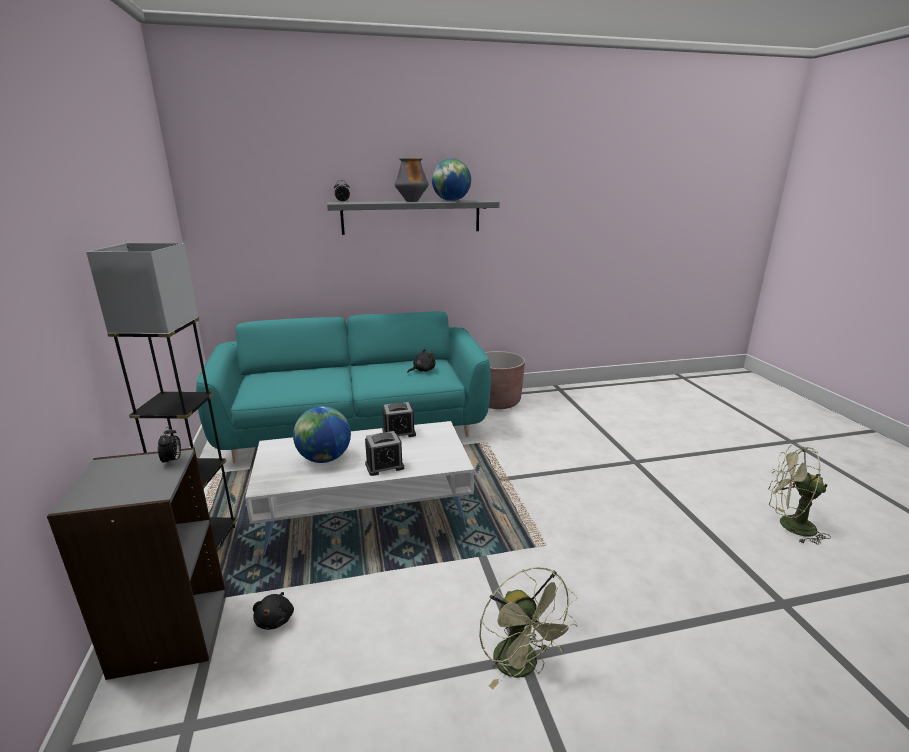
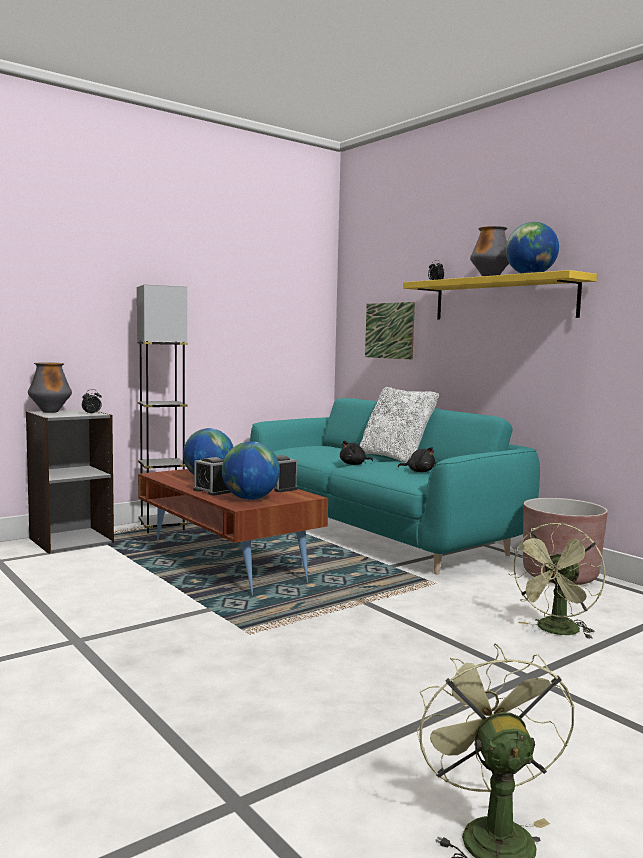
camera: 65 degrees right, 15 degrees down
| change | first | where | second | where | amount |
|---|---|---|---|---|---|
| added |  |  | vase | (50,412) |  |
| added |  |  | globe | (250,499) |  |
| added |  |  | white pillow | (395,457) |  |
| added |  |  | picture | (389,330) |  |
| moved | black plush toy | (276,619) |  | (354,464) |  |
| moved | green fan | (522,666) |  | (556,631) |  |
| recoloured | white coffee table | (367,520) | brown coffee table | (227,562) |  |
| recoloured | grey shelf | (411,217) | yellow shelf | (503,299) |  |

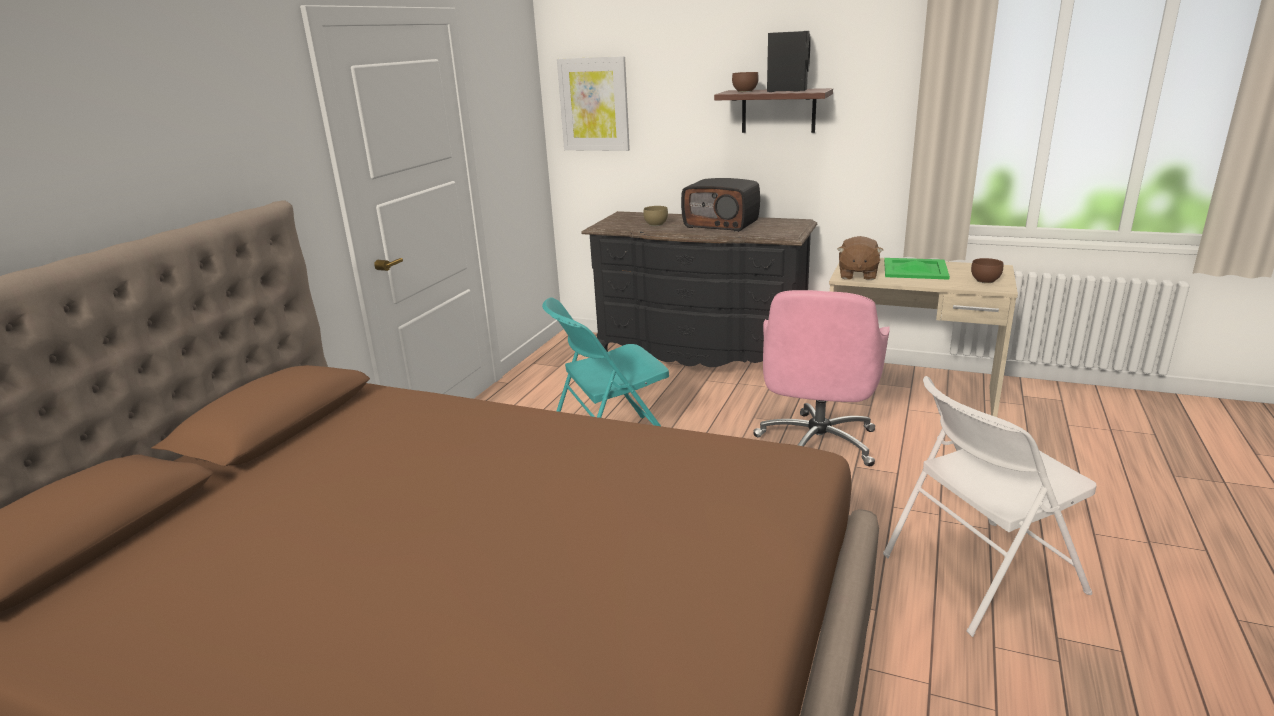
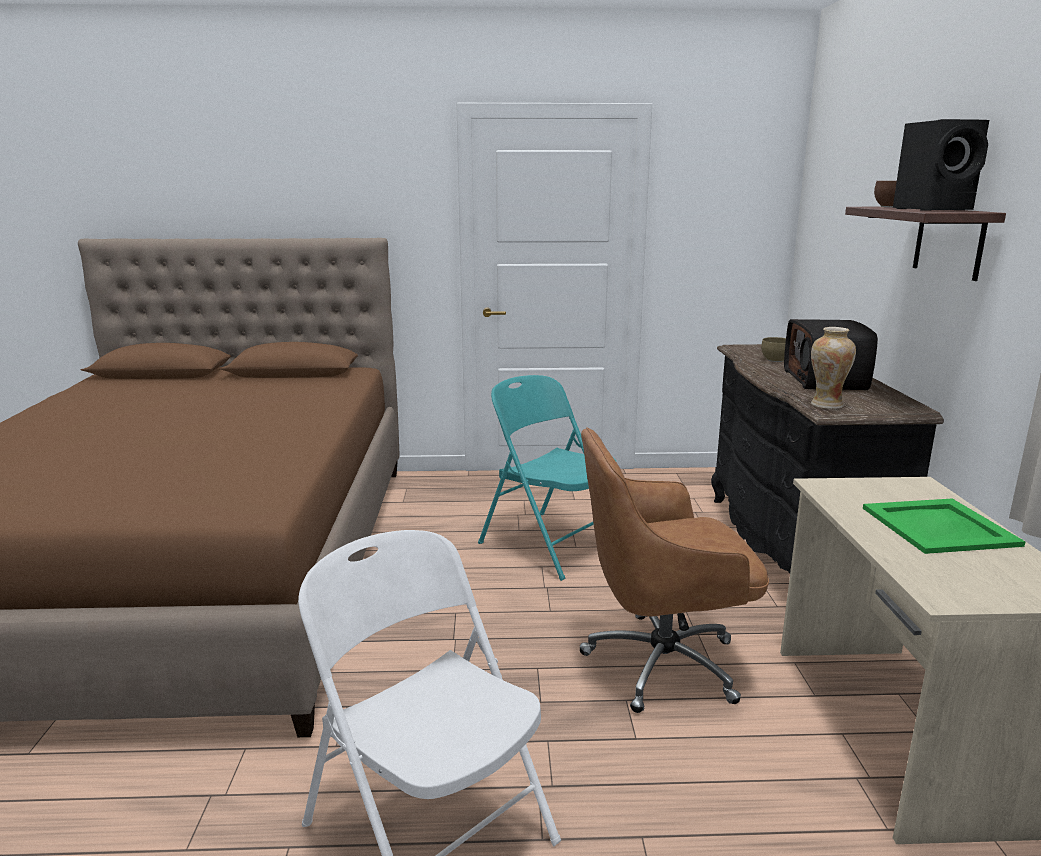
camera: 65 degrees right, 5 degrees down
| change | first | where | second | where | amount |
|---|---|---|---|---|---|
| removed | picture | (594,104) |  |  |  |
| removed | brown plush toy | (857,275) |  |  |  |
| removed | brown bowl | (986,281) |  |  |  |
| added |  |  | vase | (826,405) |  |
| recoloured | pink office chair | (817,443) | brown office chair | (661,662) |  |

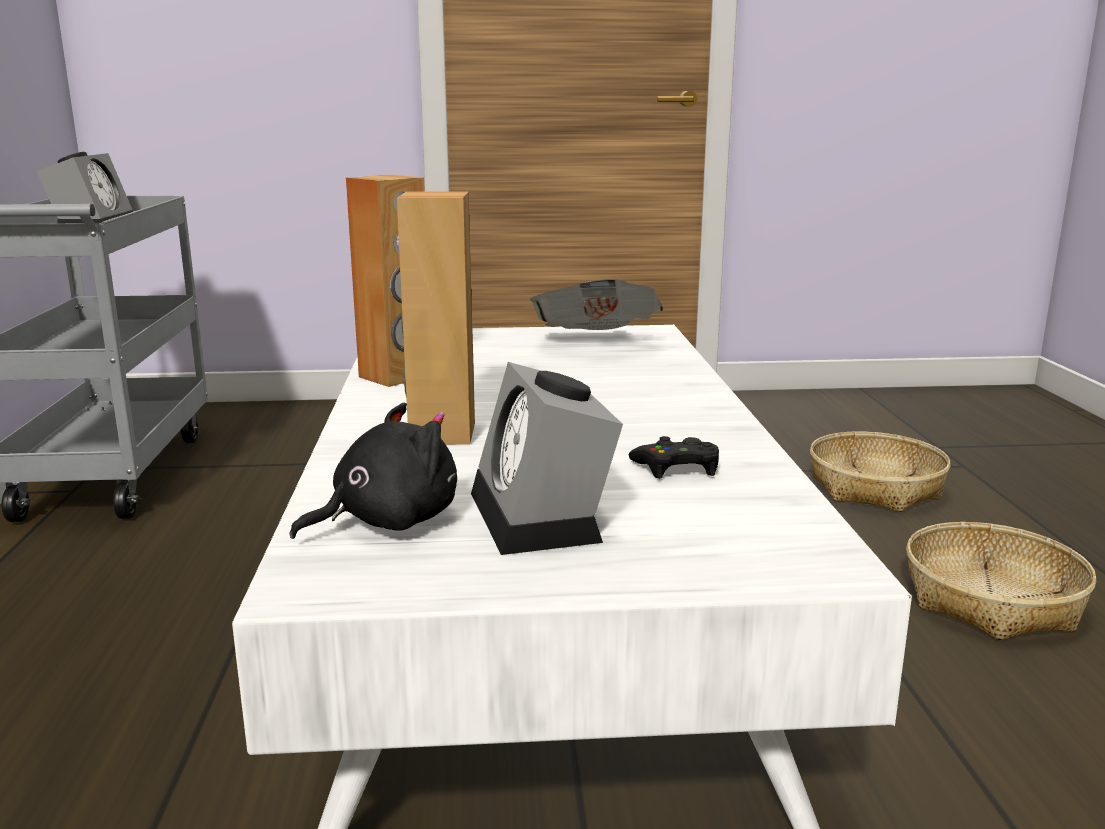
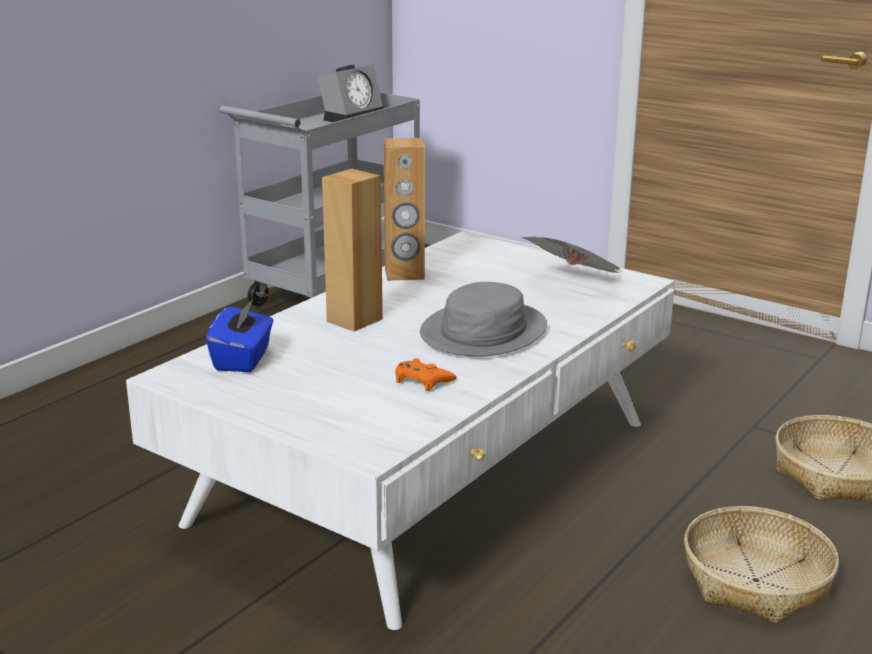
camera: 40 degrees right, 5 degrees up
| change | first | where | second | where | amount |
|---|---|---|---|---|---|
| removed | alarm clock | (543,517) |  |  |  |
| added |  |  | grey hat | (484,331) |  |
| replaced | black plush toy | (387,522) | blue tissue box | (243,359) |  |
| recoloured | black game controller | (677,468) | orange game controller | (422,381) |  |

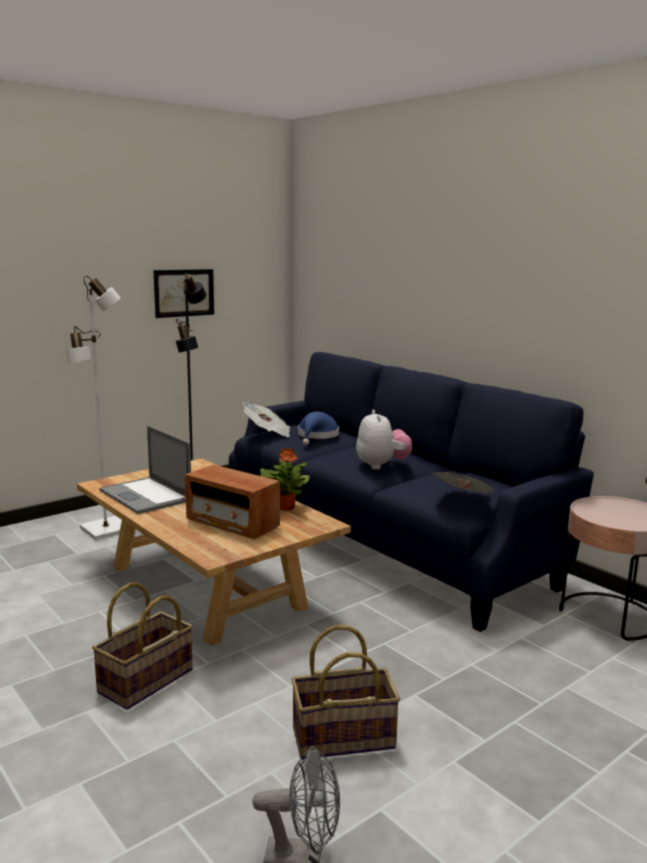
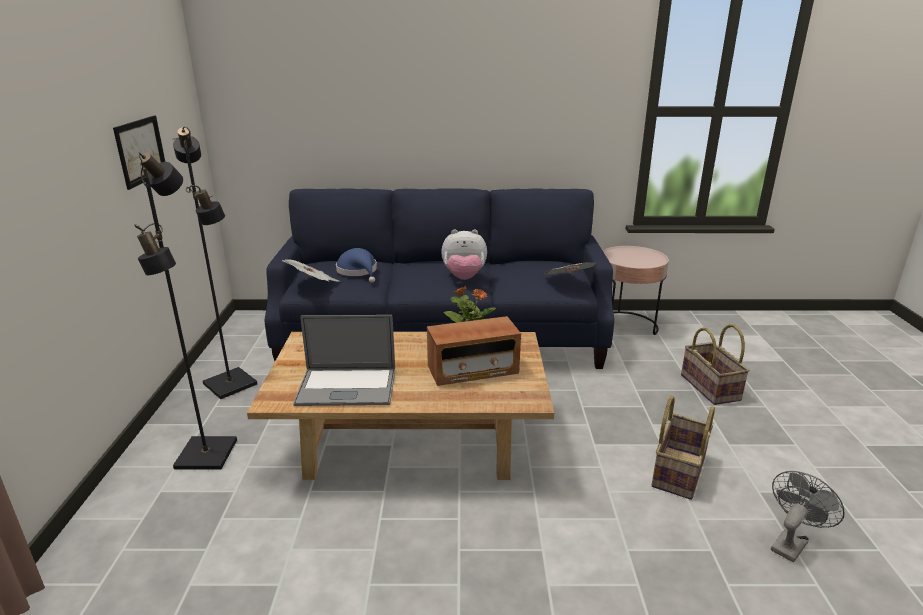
camera: 50 degrees left, 10 degrees up
| change | first | where | second | where | amount |
|---|---|---|---|---|---|
| moved | basket | (146,682) |  | (711,387) |  |
| recoloured | white floor lamp | (105,529) | black floor lamp | (206,454) |  |
| turned | plush toy | (382,466) |  | (464,278) | 150 degrees clockwise |

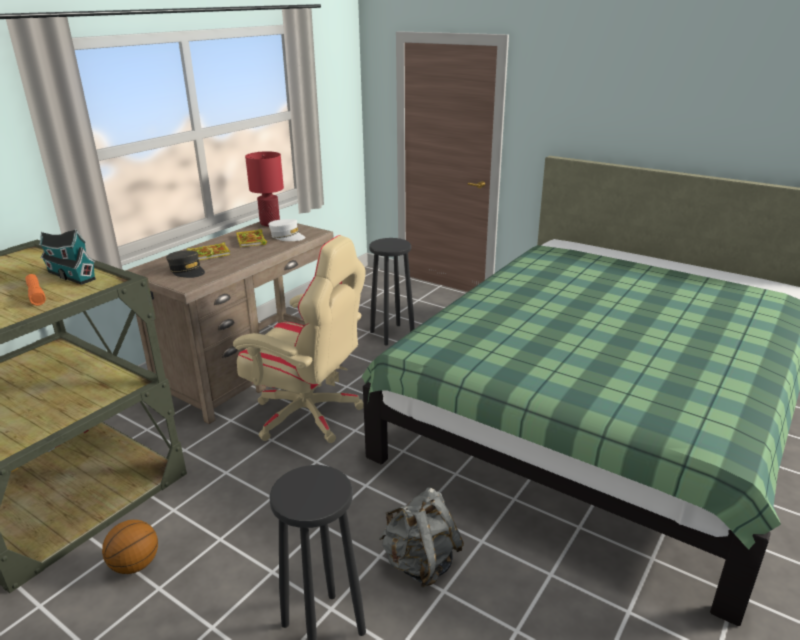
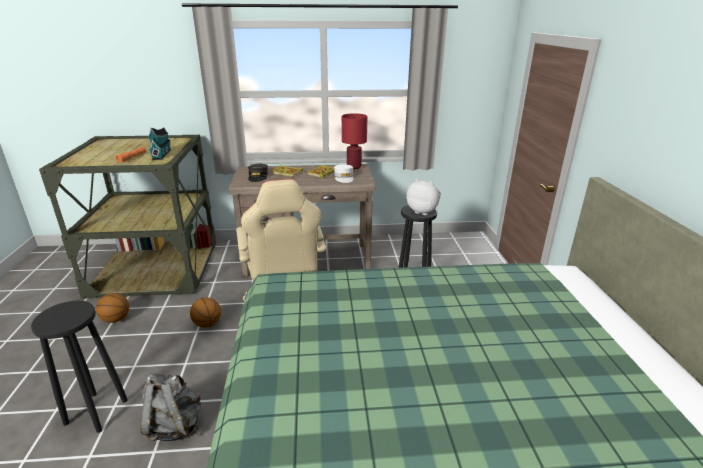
camera: 50 degrees right, 0 degrees up
| change | first | where | second | where | amount |
|---|---|---|---|---|---|
| added |  |  | basketball | (207,324) |  |
| added |  |  | plush toy | (423,211) |  |

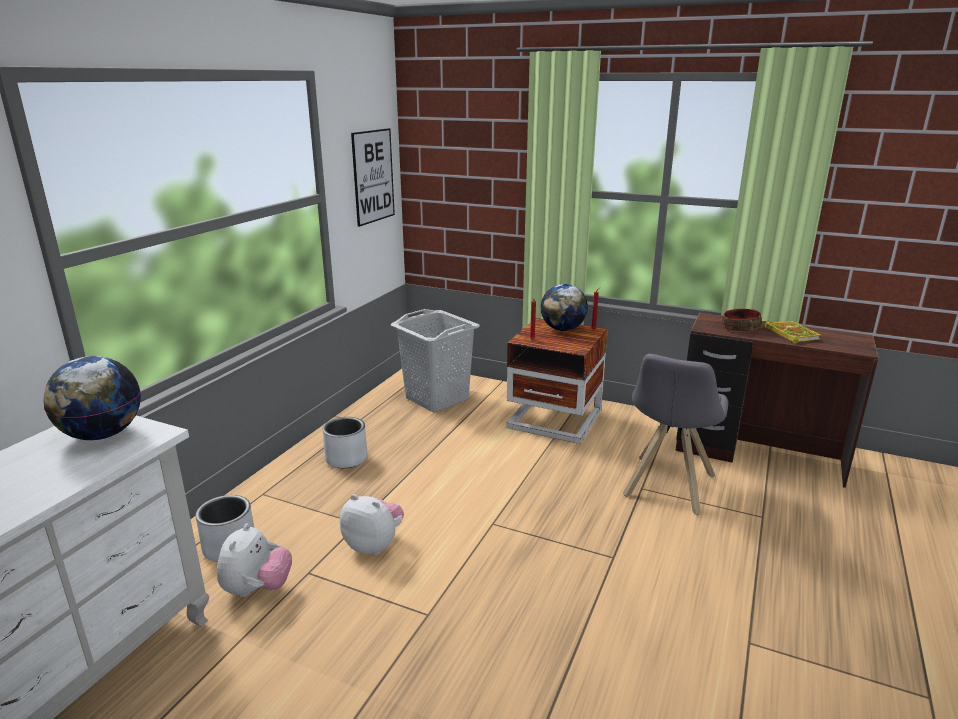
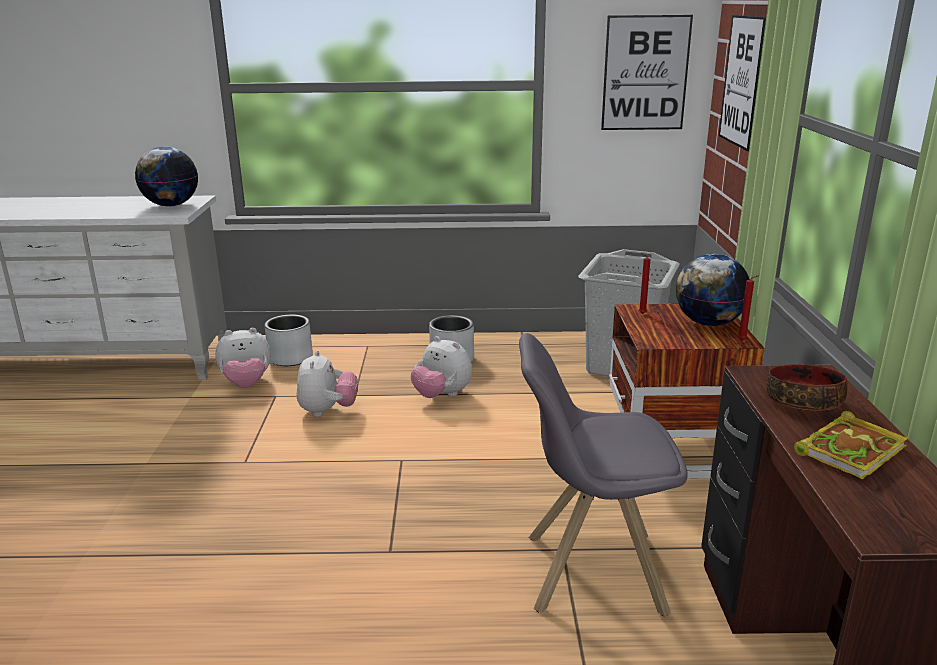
camera: 65 degrees right, 0 degrees up
| change | first | where | second | where | amount |
|---|---|---|---|---|---|
| added |  |  | plush toy | (442,395) |  |
| added |  |  | picture | (742,81) |  |

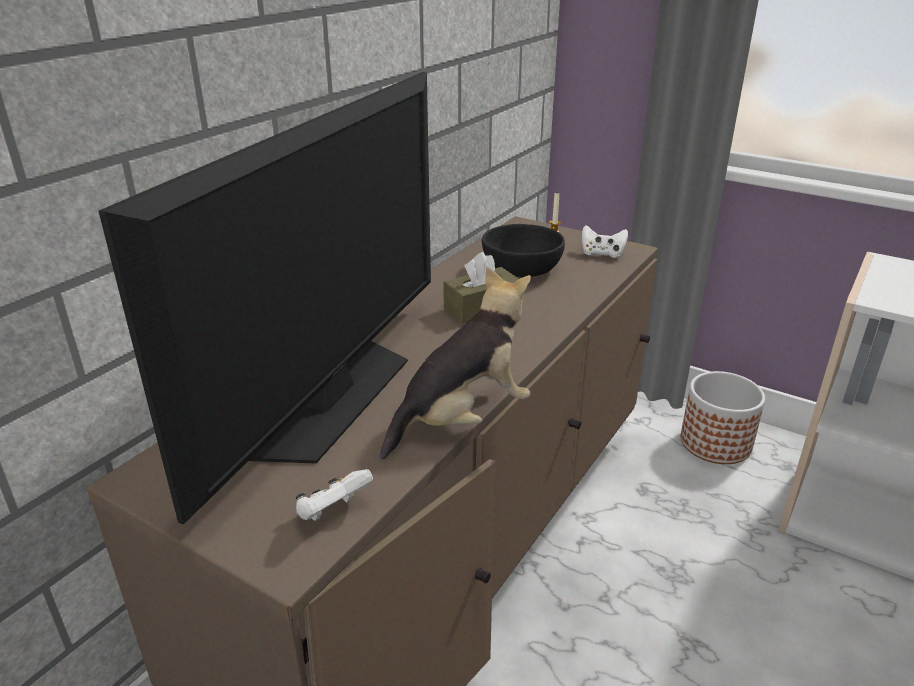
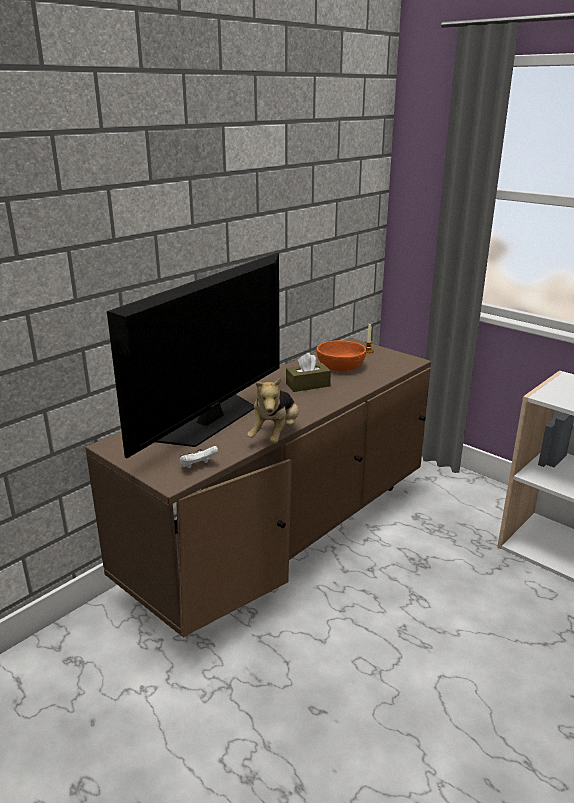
camera: 10 degrees right, 5 degrees down
| change | first | where | second | where | amount |
|---|---|---|---|---|---|
| removed | white game controller | (602,254) |  |  |  |
| removed | planter | (715,443) |  |  |  |
| recoloured | black bowl | (521,268) | orange bowl | (340,366) |  |
| turned | plush toy | (462,418) |  | (275,435) | 135 degrees clockwise |

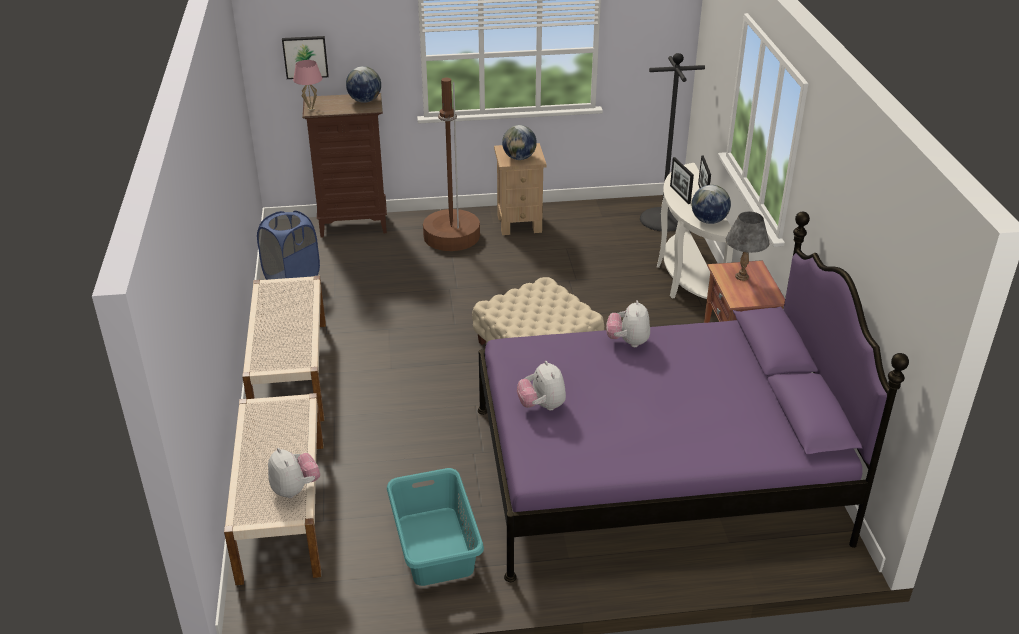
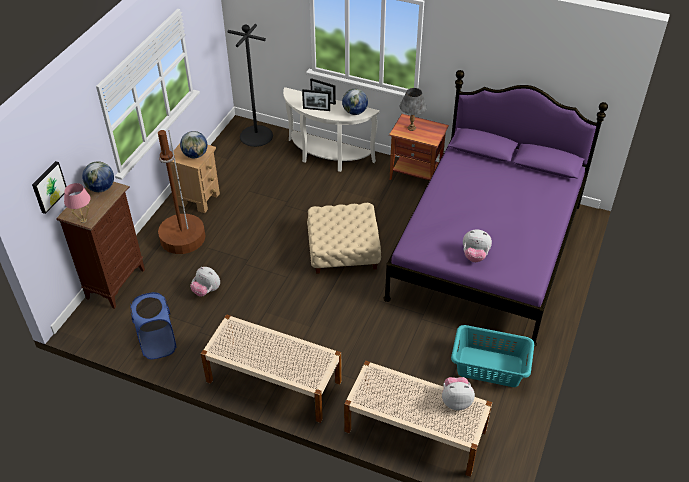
camera: 60 degrees left, 10 degrees up
| change | first | where | second | where | amount |
|---|---|---|---|---|---|
| moved | plush toy | (628,342) |  | (206,291) |  |

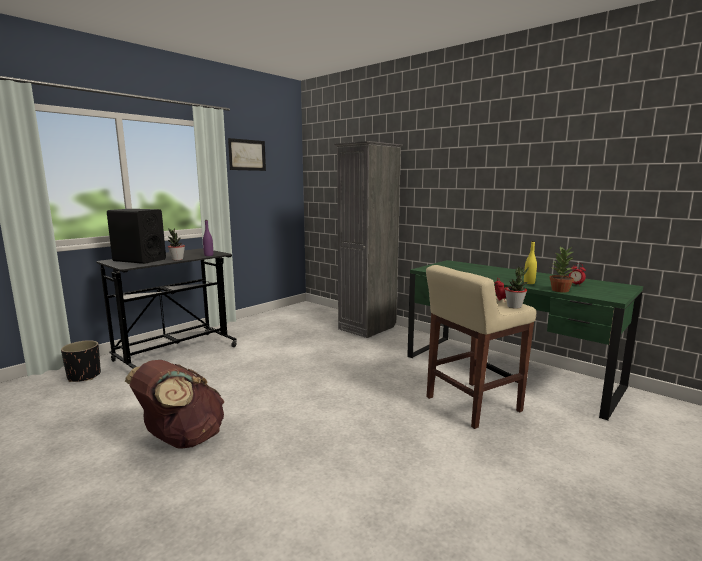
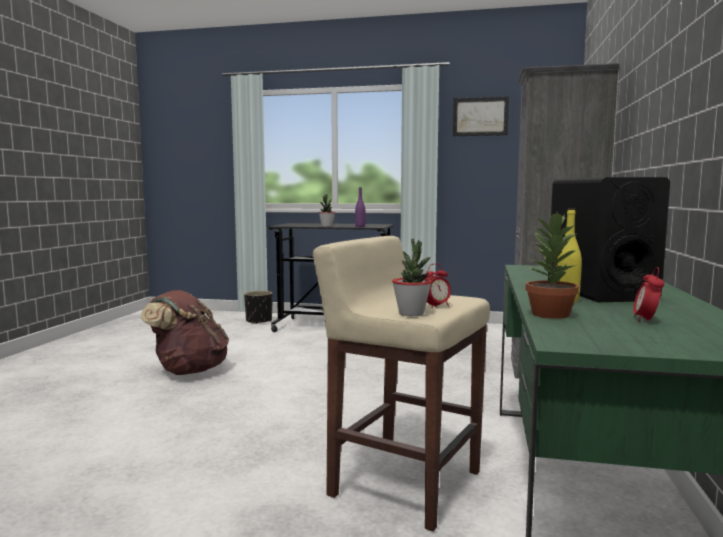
camera: 60 degrees right, 5 degrees down
| change | first | where | second | where | amount |
|---|---|---|---|---|---|
| moved | black speaker | (139,260) |  | (599,293) |  |

